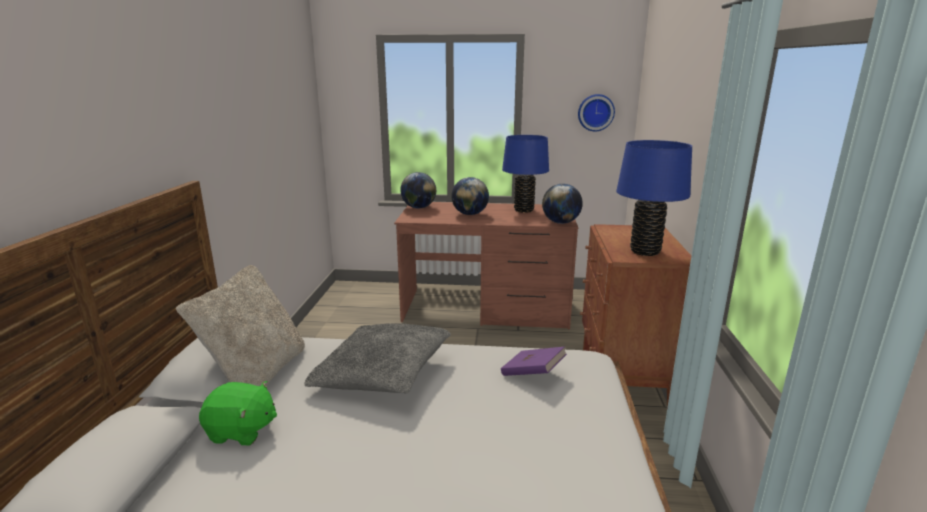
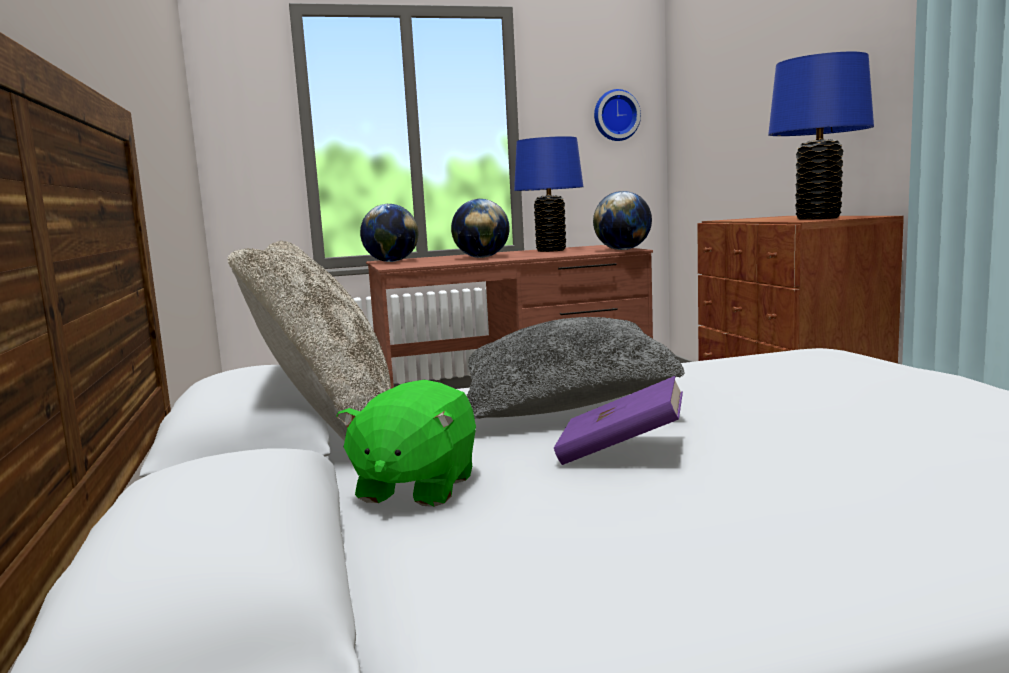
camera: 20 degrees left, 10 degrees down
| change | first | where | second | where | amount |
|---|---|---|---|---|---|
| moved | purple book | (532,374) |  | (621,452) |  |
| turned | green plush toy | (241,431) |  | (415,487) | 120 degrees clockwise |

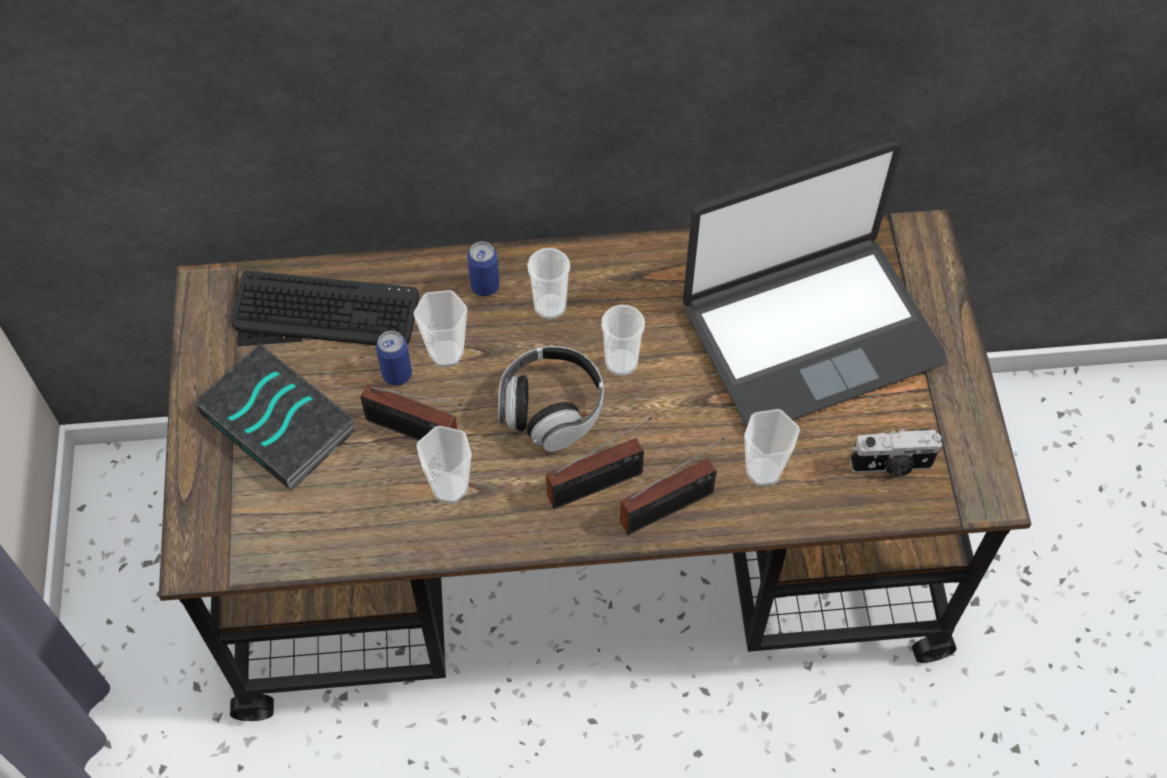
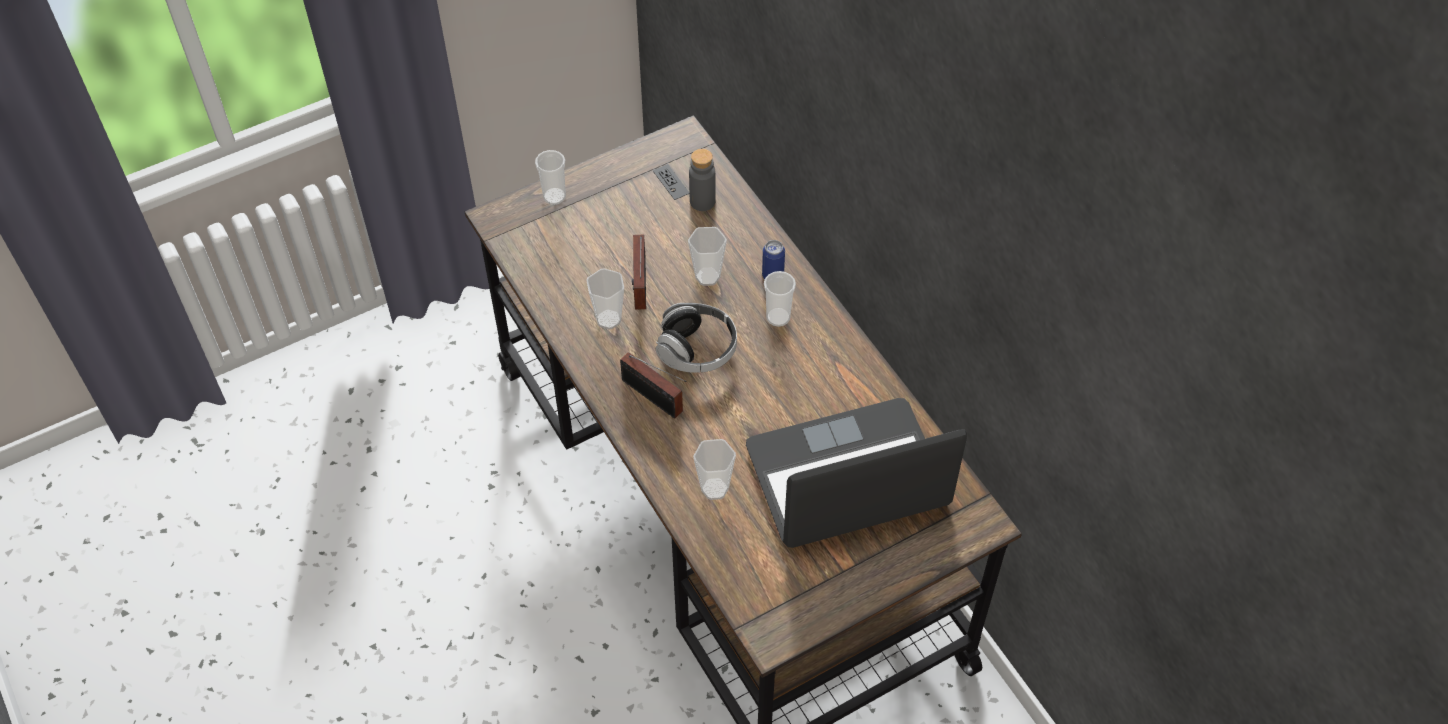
camera: 65 degrees right, 5 degrees down
| change | first | where | second | where | amount |
|---|---|---|---|---|---|
| removed | book | (281,422) |  |  |  |
| removed | can | (397,374) |  |  |  |
| removed | radio | (672,506) |  |  |  |
| removed | photo camera | (891,465) |  |  |  |
| moved | cup | (621,362) |  | (554,196) |  |
| replaced | keyboard | (325,311) | grey bottle | (702,201) |  |
| turned | laptop | (810,332) |  | (848,478) | 120 degrees clockwise |

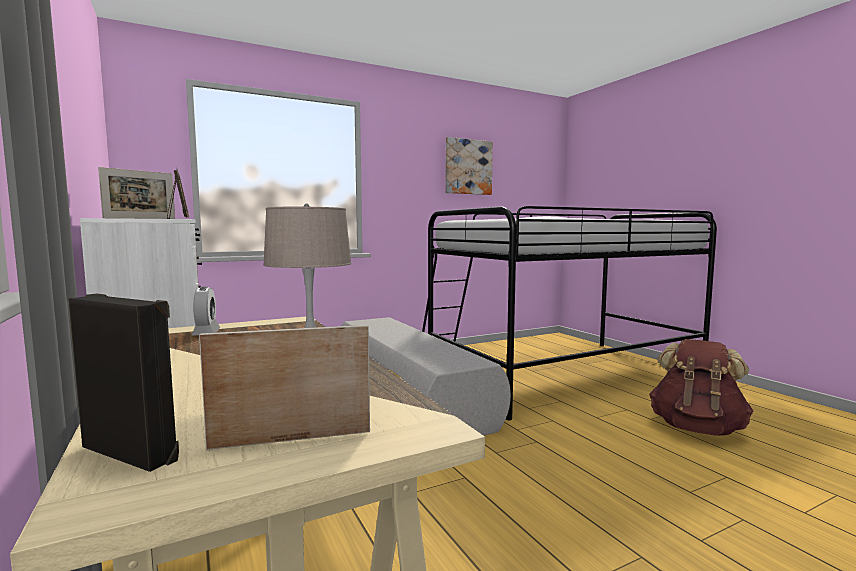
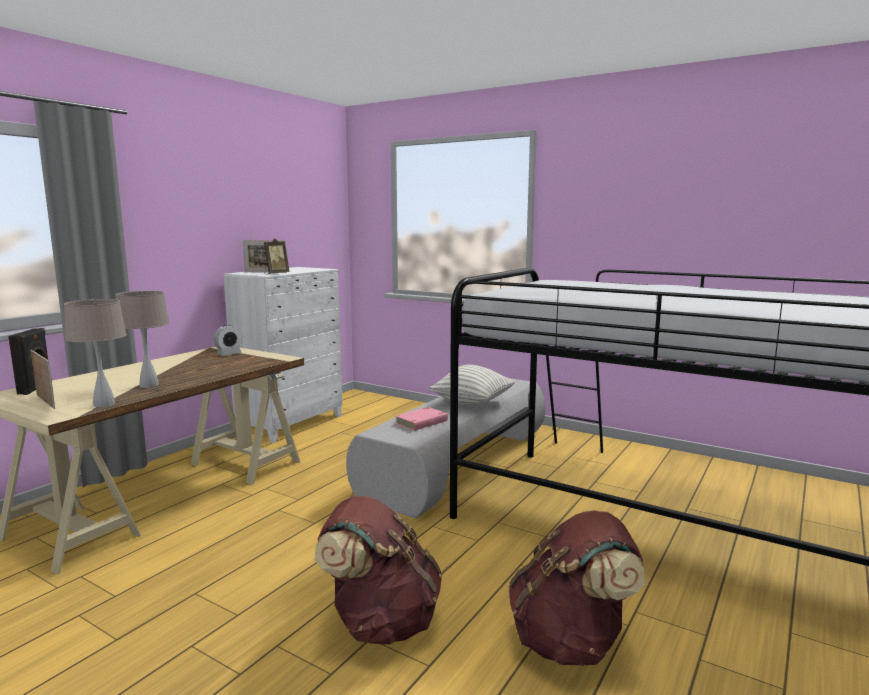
camera: 60 degrees right, 5 degrees up
| change | first | where | second | where | amount |
|---|---|---|---|---|---|
| removed | picture | (468,167) |  |  |  |
| added |  |  | beige table lamp | (104,404) |  |
| added |  |  | brown backpack | (380,623) |  |
| added |  |  | pink book | (422,422) |  |
| added |  |  | pillow | (472,403) |  |

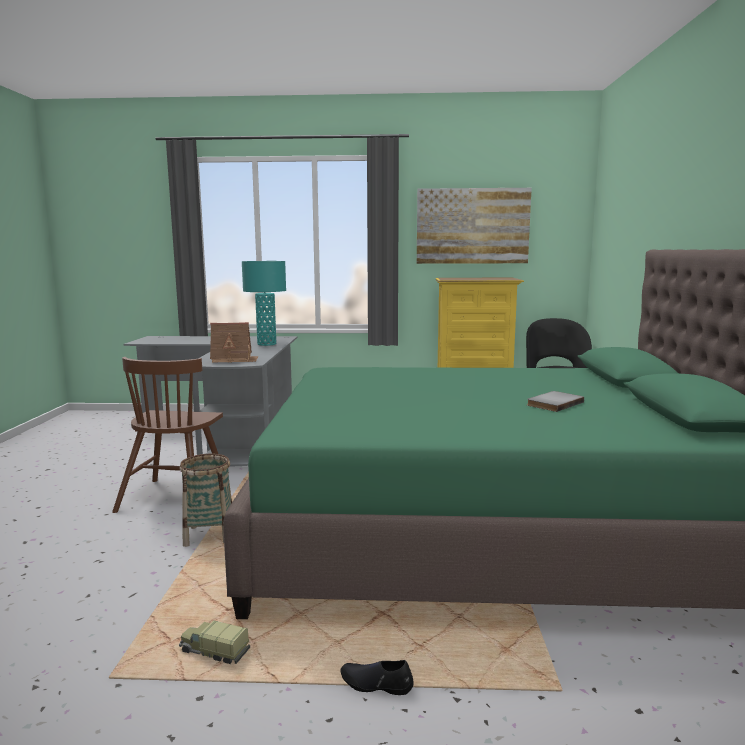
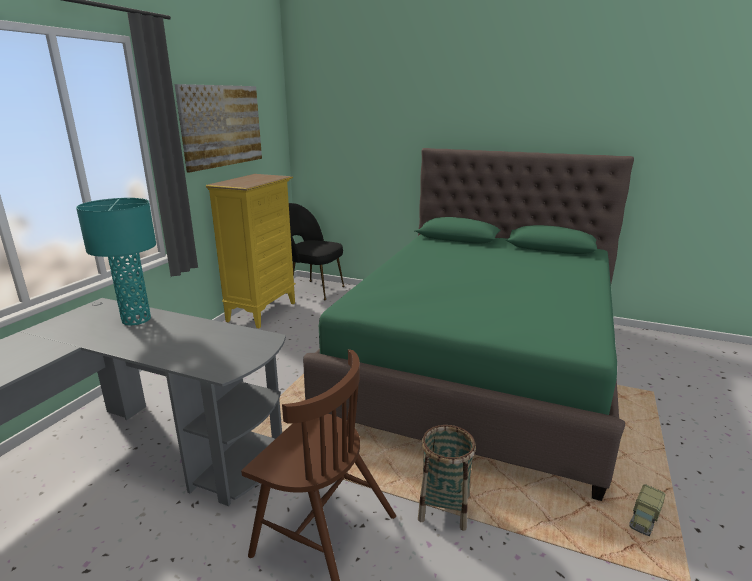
camera: 70 degrees left, 10 degrees up
| change | first | where | second | where | amount |
|---|---|---|---|---|---|
| removed | toy house | (234,359) |  |  |  |
| removed | black shoe | (376,684) |  |  |  |
| removed | grey book | (553,403) |  |  |  |

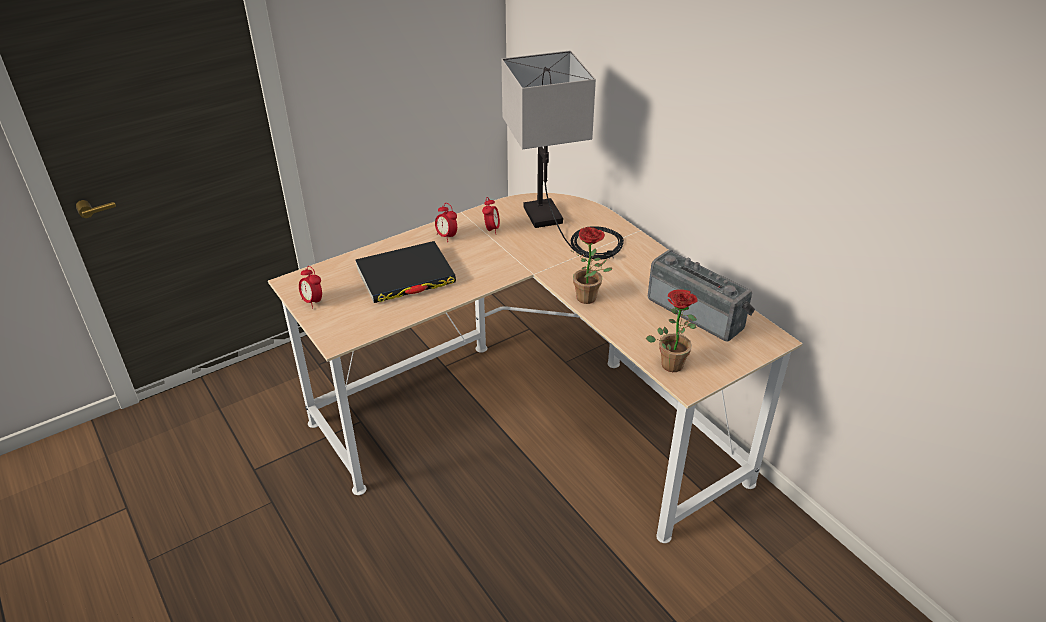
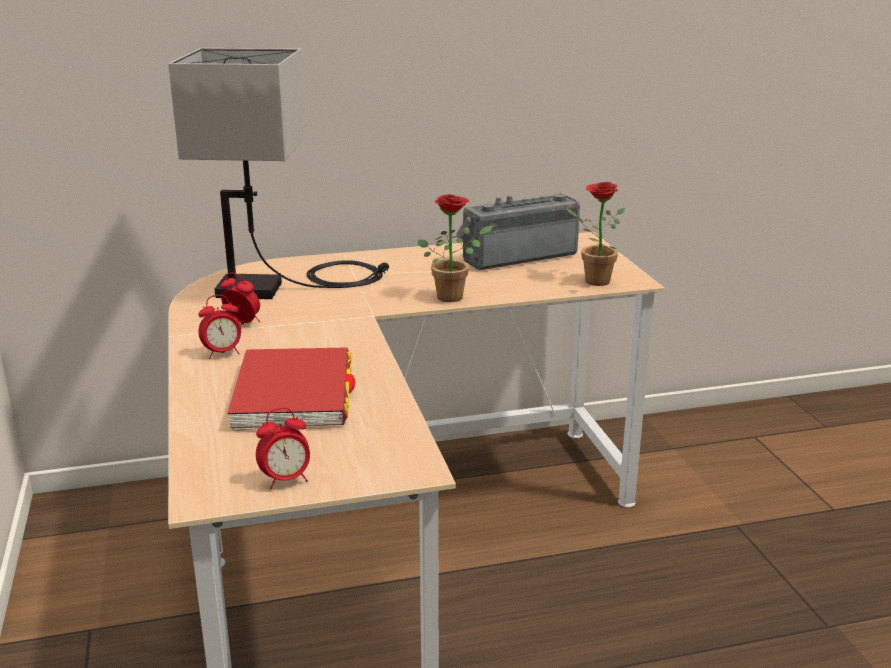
camera: 70 degrees left, 15 degrees down
| change | first | where | second | where | amount |
|---|---|---|---|---|---|
| recoloured | black book | (405,276) | red book | (294,394) |  |

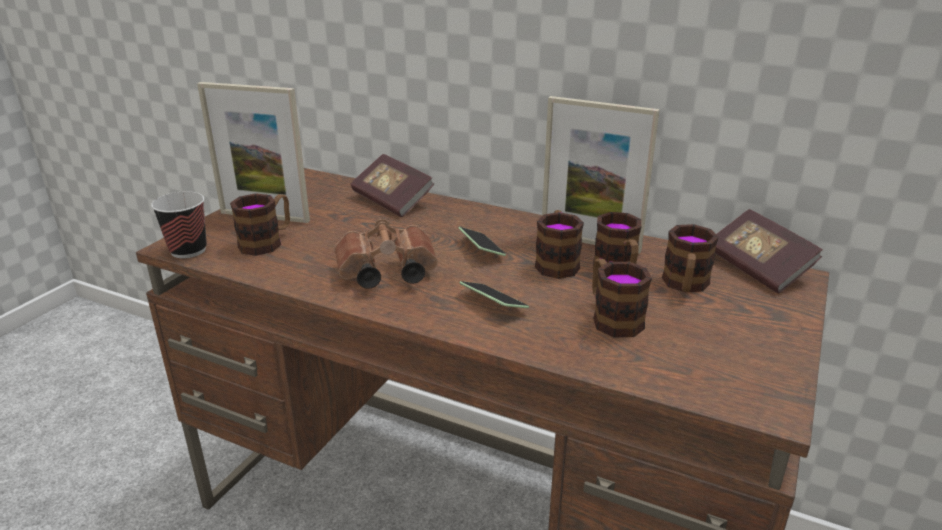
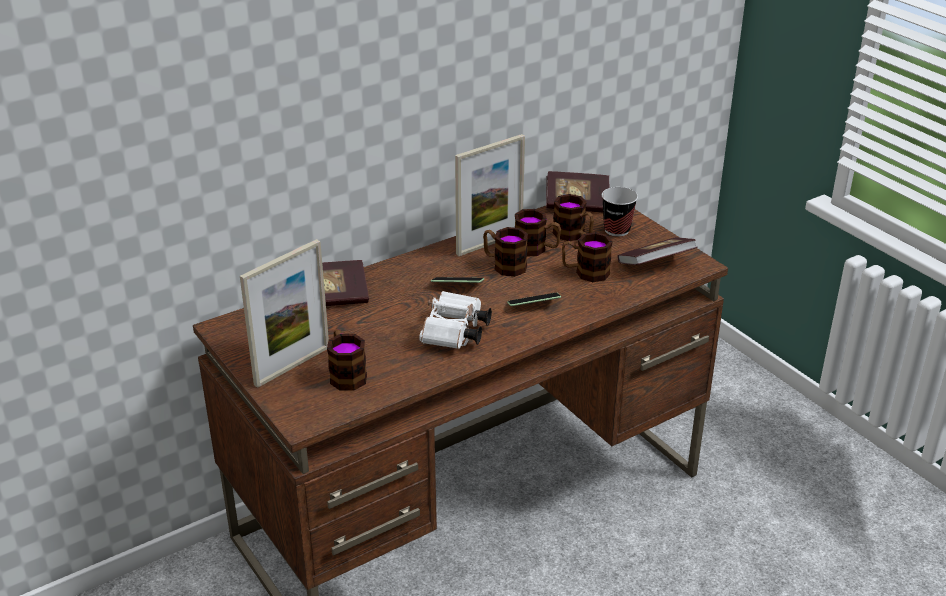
camera: 60 degrees left, 5 degrees up
| change | first | where | second | where | amount |
|---|---|---|---|---|---|
| added |  |  | book | (655,264) |  |
| moved | cup | (188,250) |  | (617,230) |  |
| recoloured | brown binoculars | (384,274) | white binoculars | (454,334) |  |

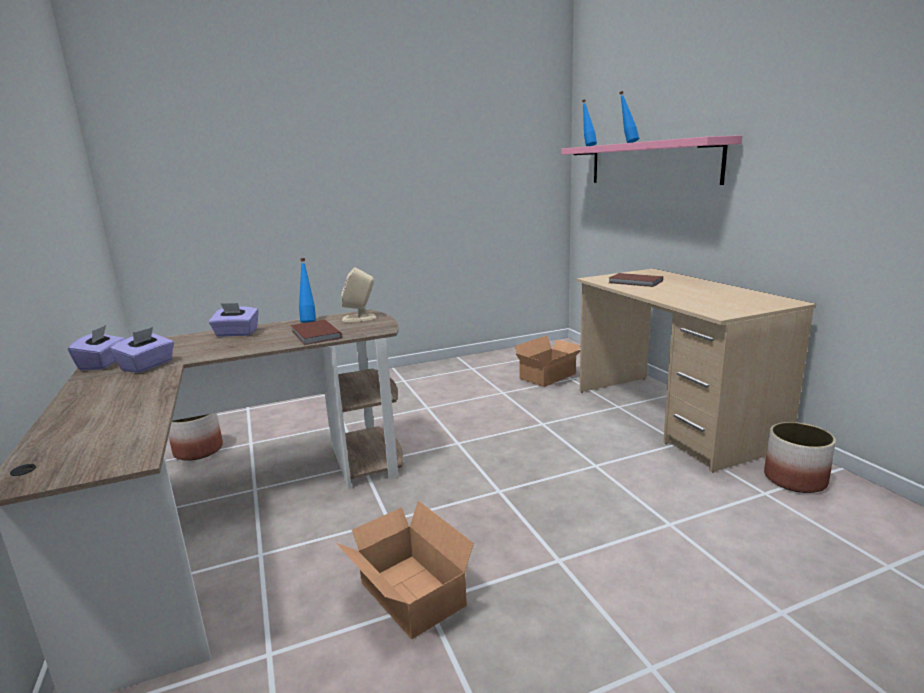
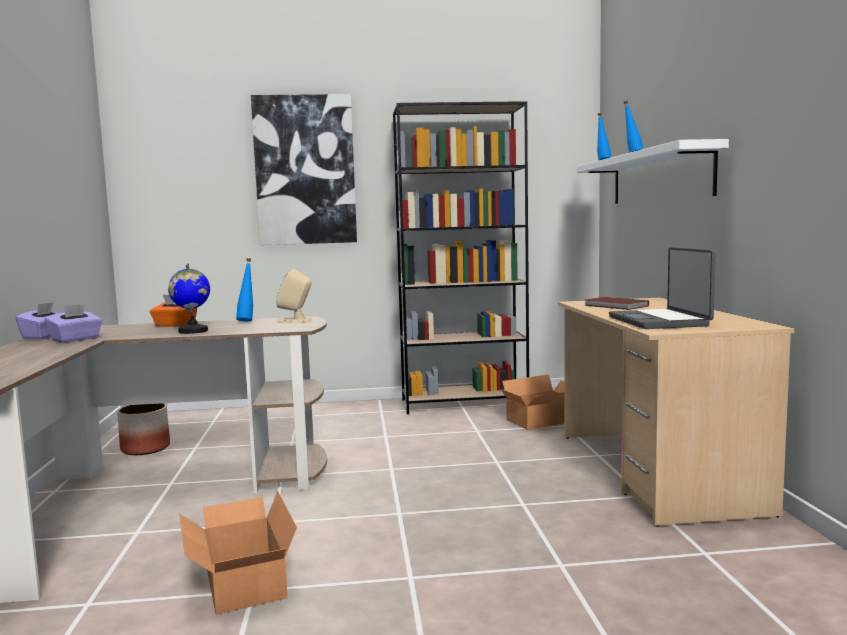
camera: 15 degrees right, 10 degrees down
| change | first | where | second | where | amount |
|---|---|---|---|---|---|
| removed | brown book | (314,335) |  |  |  |
| removed | planter | (795,480) |  |  |  |
| added |  |  | globe | (193,331) |  |
| added |  |  | picture | (305,170) |  |
| added |  |  | beige bookcase | (464,403) |  |
| added |  |  | laptop | (660,321) |  |
| recoloured | purple tissue box | (236,333) | orange tissue box | (174,325) |  |
| recoloured | pink shelf | (650,163) | white shelf | (659,177) |  |

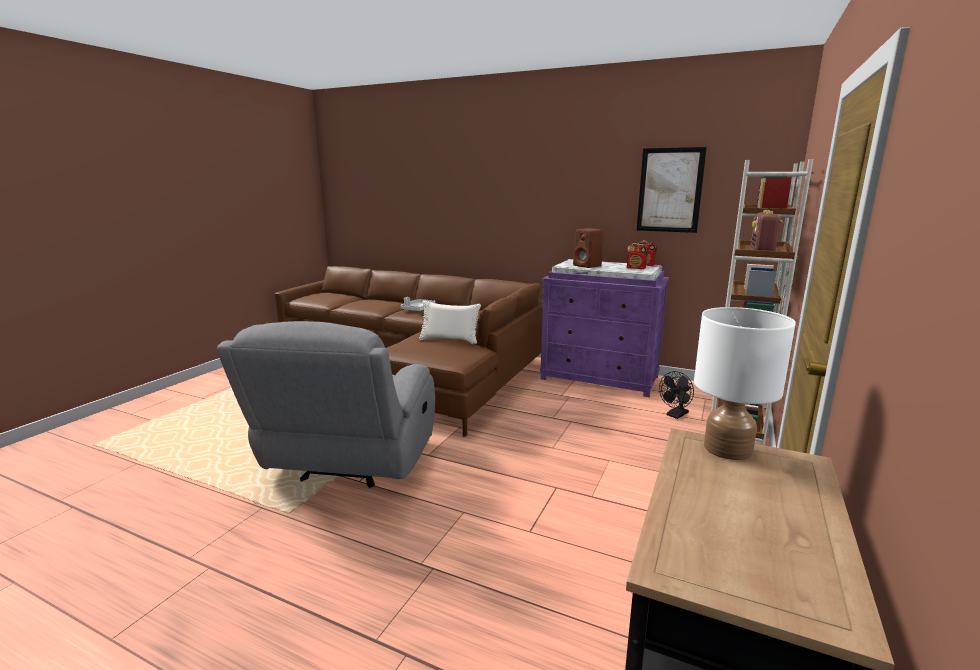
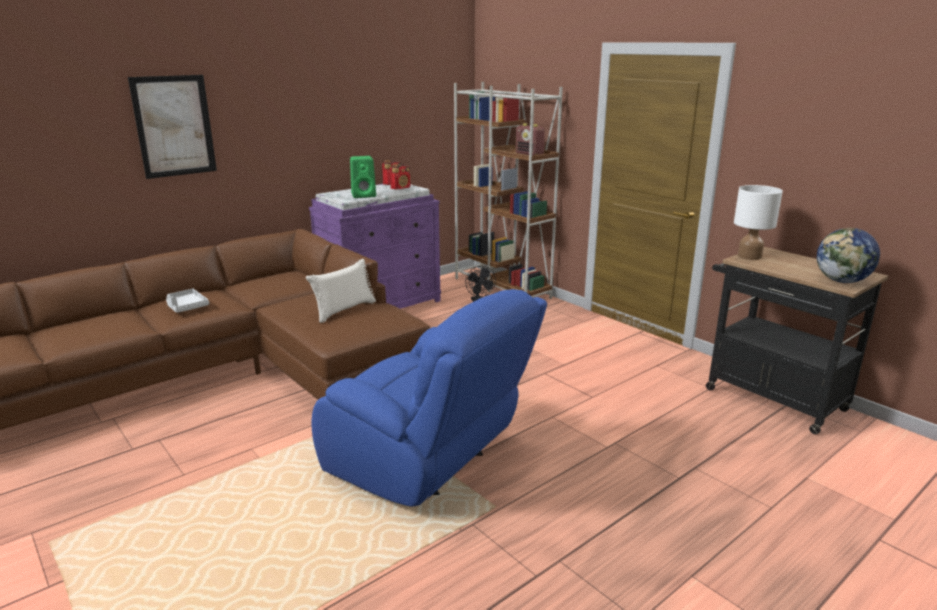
camera: 65 degrees left, 5 degrees up
| change | first | where | second | where | amount |
|---|---|---|---|---|---|
| added |  |  | globe | (842,281) |  |
| moved | picture | (670,190) |  | (174,126) |  |
| recoloured | grey armchair | (348,466) | blue armchair | (430,462) |  |
| recoloured | brown speaker | (588,266) | green speaker | (364,195) |  |

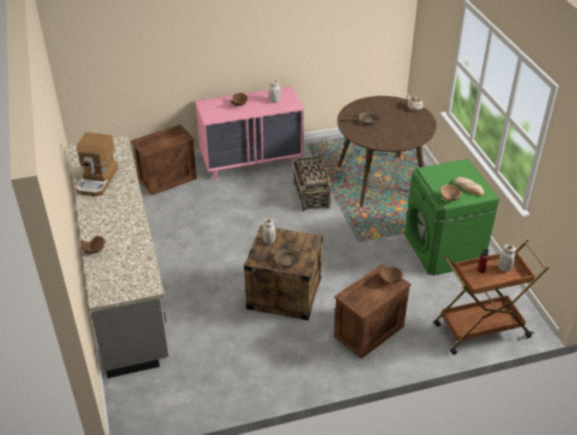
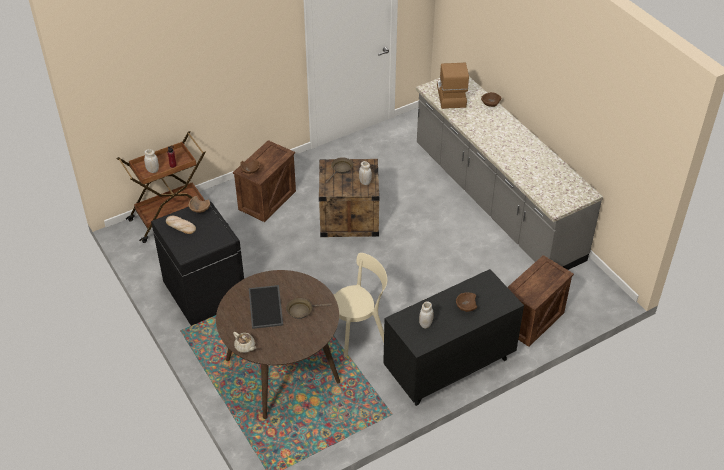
camera: 165 degrees right, 5 degrees up
| change | first | where | second | where | amount |
|---|---|---|---|---|---|
| added |  |  | tray | (266,307) |  |
| moved | coffee machine | (98,180) |  | (450,95) |  |
| replaced | basket | (311,195) | beige chair | (359,331) |  |
| recoloured | pink dresser | (251,162) | black dresser | (448,367) |  |
| recoloured | green washing machine | (442,249) | black washing machine | (205,290) |  |

